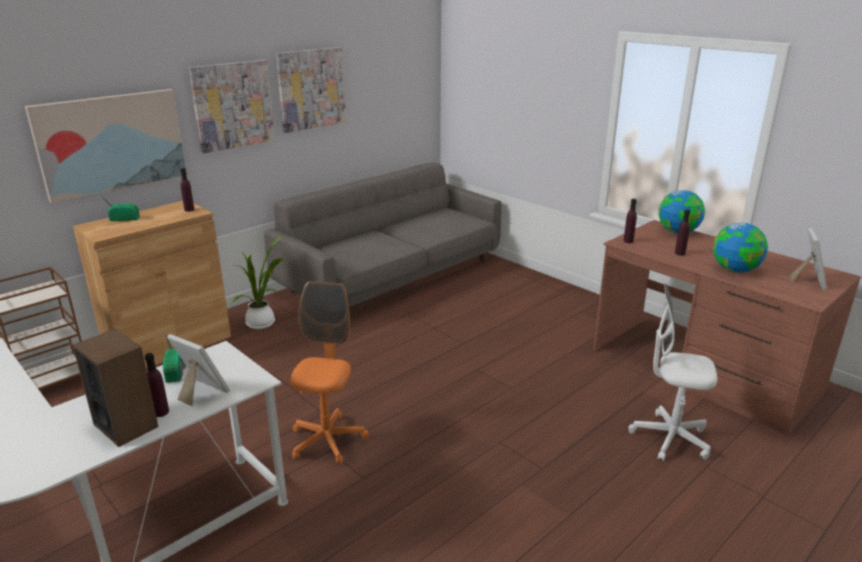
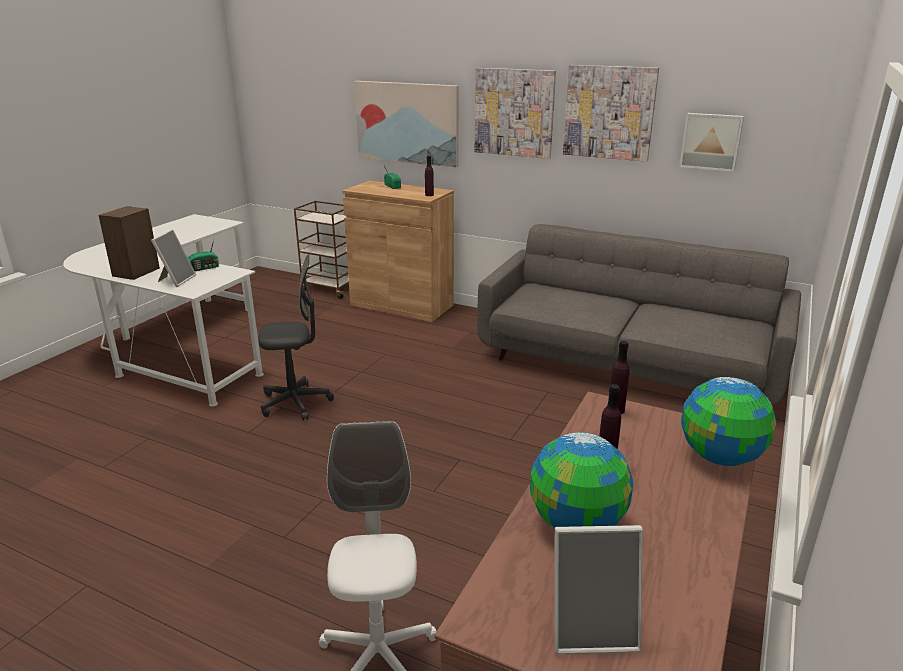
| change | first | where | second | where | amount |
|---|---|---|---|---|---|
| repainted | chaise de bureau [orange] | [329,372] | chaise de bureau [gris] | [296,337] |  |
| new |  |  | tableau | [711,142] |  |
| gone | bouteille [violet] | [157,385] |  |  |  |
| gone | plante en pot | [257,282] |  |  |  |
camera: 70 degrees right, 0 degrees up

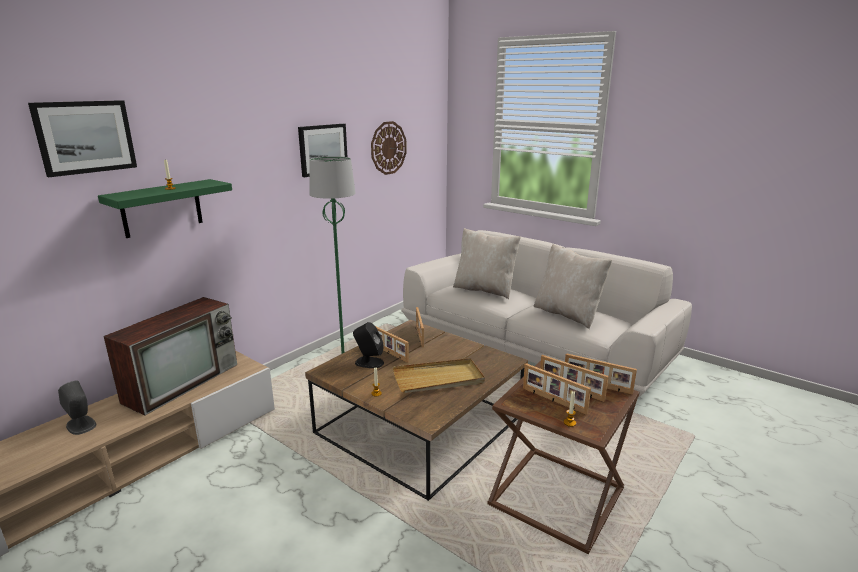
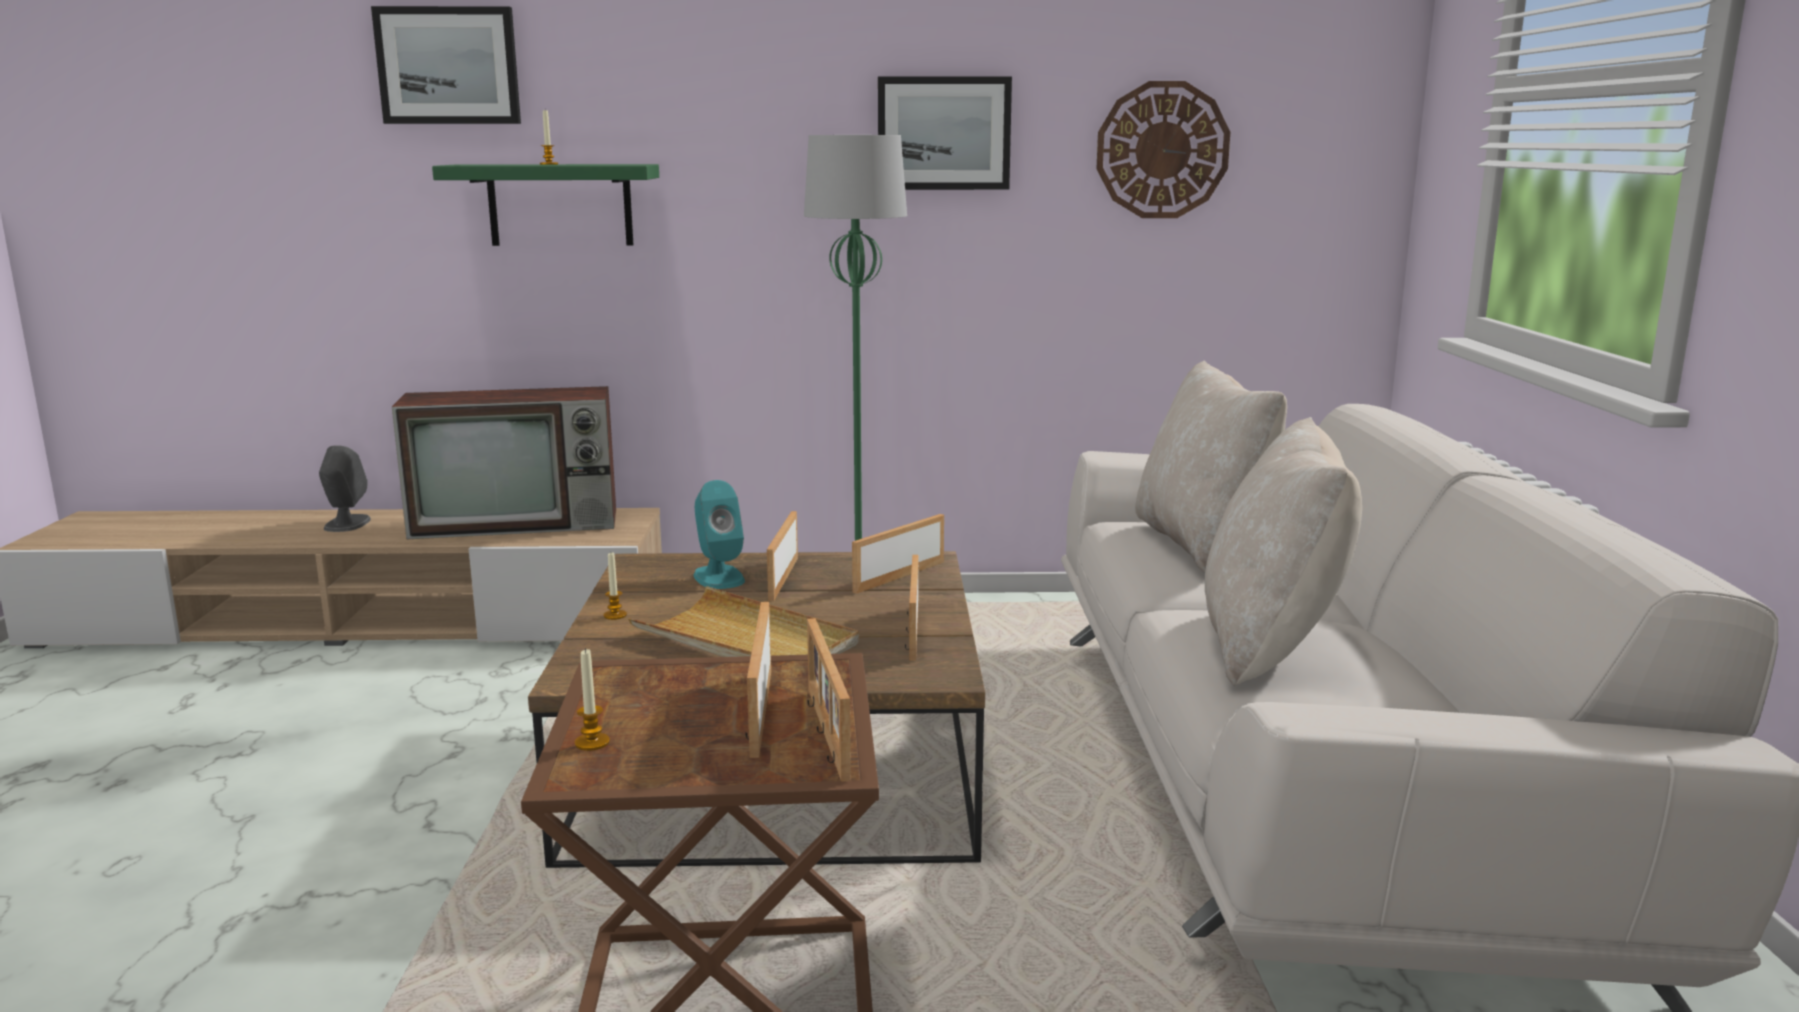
| change | first | where | second | where | amount |
|---|---|---|---|---|---|
| repainted | enceinte [noir] | [368,345] | enceinte [turquoise] | [719,534] |  |
| shifted | cadre photo | [557,389] |  | [912,608] |  |
camera: 50 degrees right, 5 degrees down

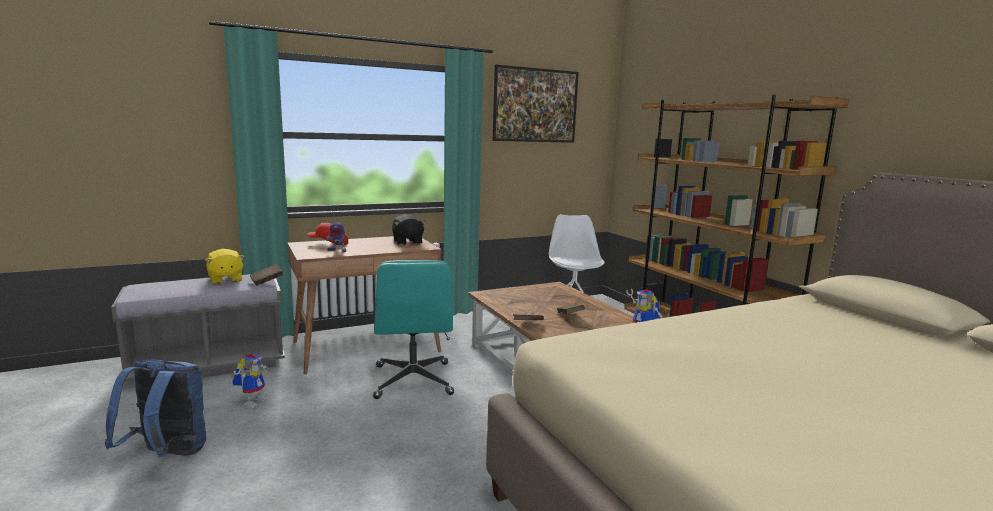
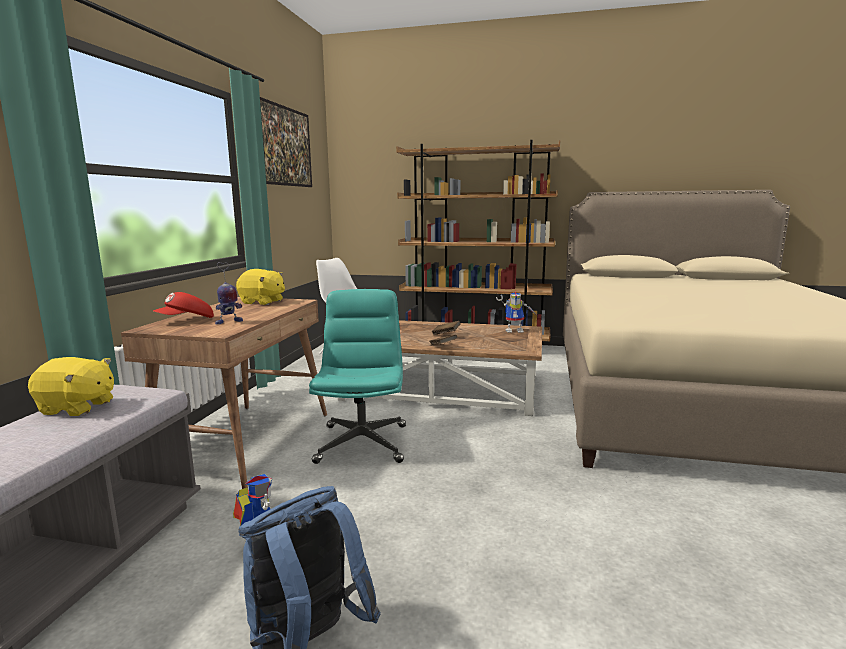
| change | first | where | second | where | amount |
|---|---|---|---|---|---|
| repainted | peluche [noir] | [409,229] | peluche [jaune] | [260,287] |  |
| rotated | chaise de bureau [turquoise] | [413,329] |  | [357,376] | 120 degrees counterclockwise |
| gone | livre [marron] | [267,275] |  |  |  |
camera: 50 degrees left, 0 degrees up

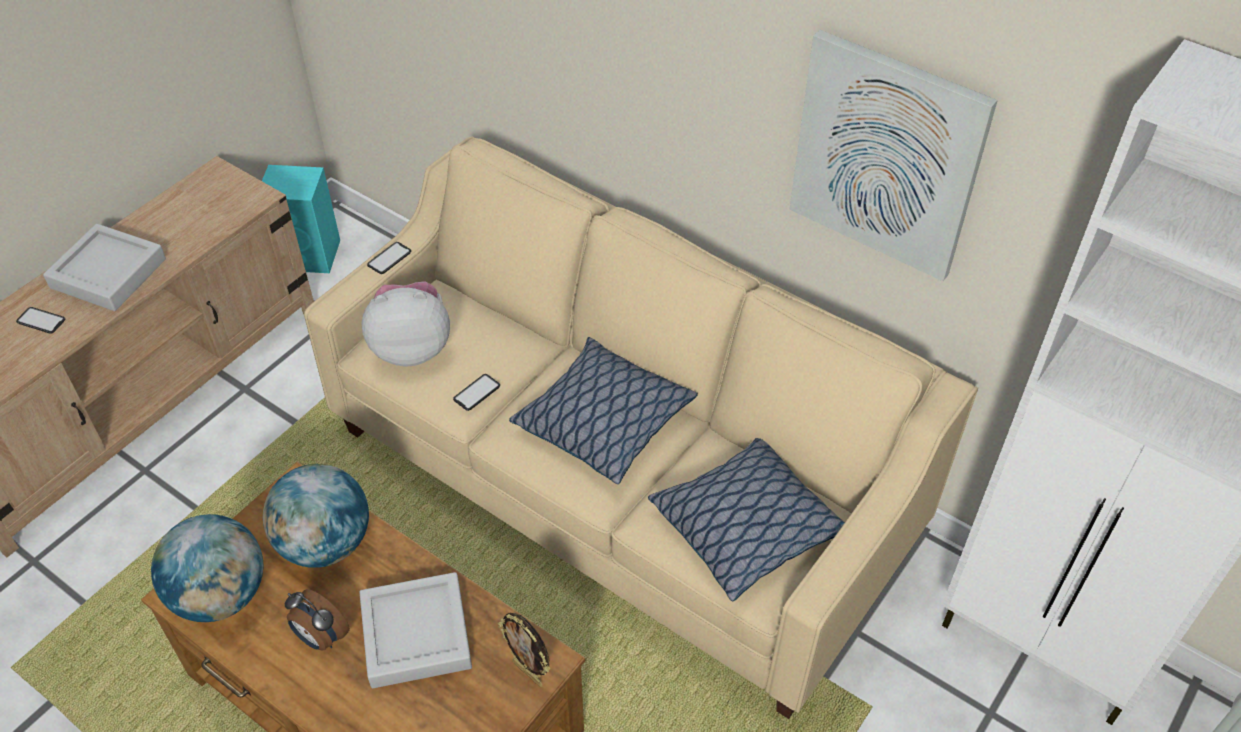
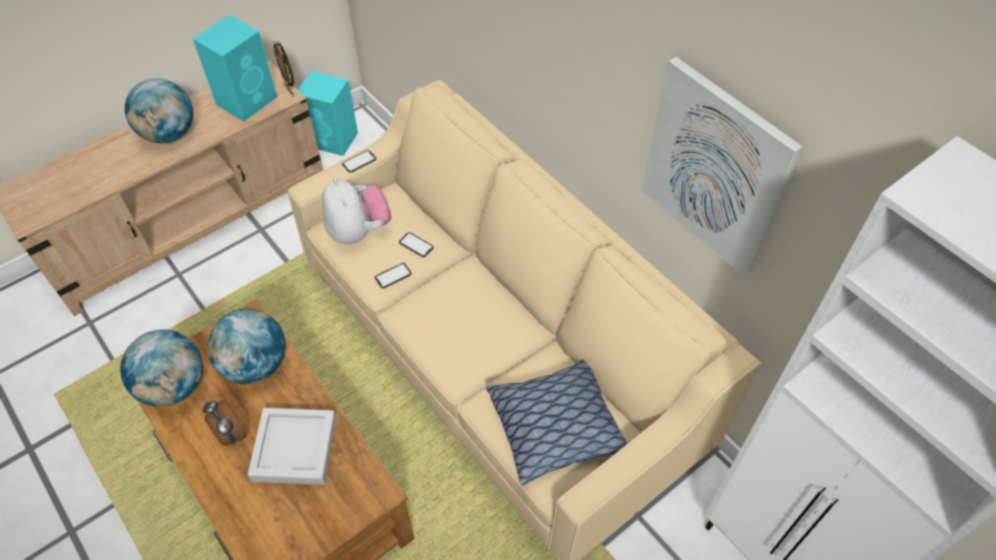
| change | first | where | second | where | amount |
|---|---|---|---|---|---|
| swapped | plateau [gris] | [104,267] | globe | [159,110] |  |
| new |  |  | enceinte [turquoise] | [235,68] |  |
| shifted | cadre photo | [524,650] |  | [283,68] |  |
| rotated | peluche | [405,323] |  | [357,211] | 60 degrees clockwise |
| shifted | téléphone | [40,320] |  | [416,244] |  |
| gone | coussin | [603,410] |  |  |  |
camera: 15 degrees right, 5 degrees up

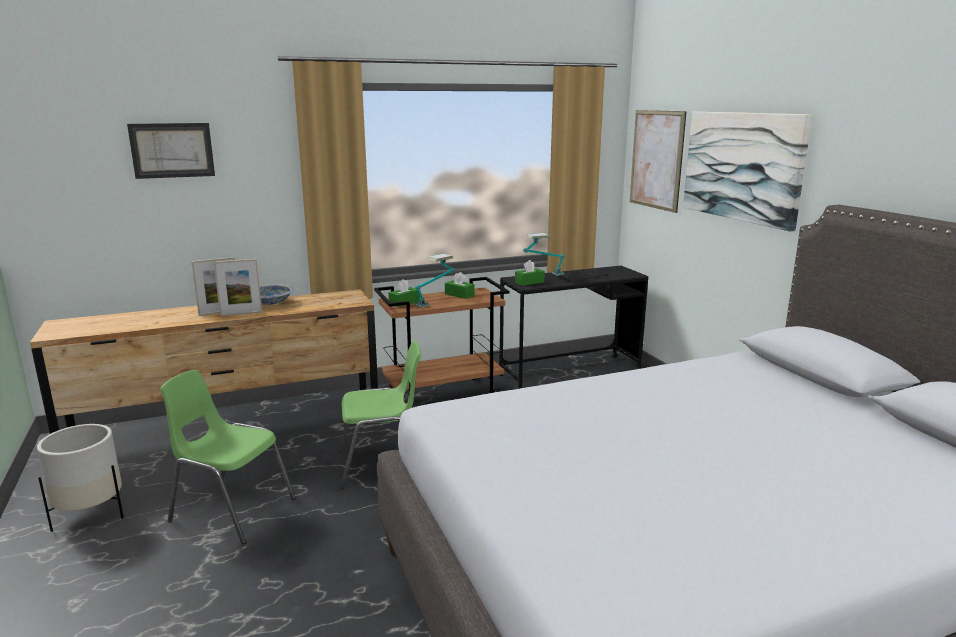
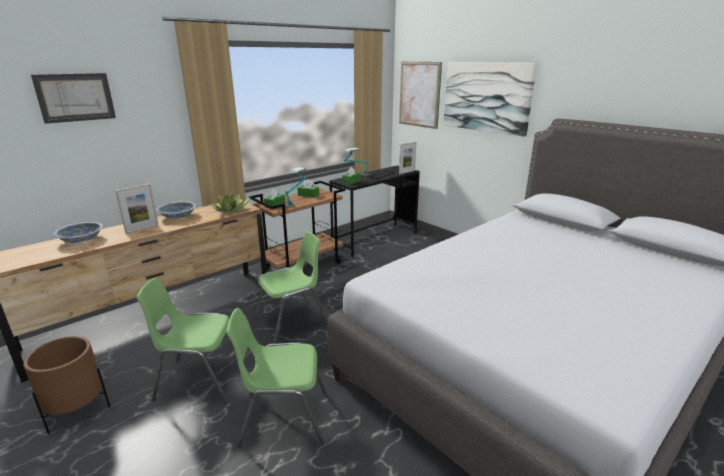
| change | first | where | second | where | amount |
|---|---|---|---|---|---|
| repainted | cache-pot [blanc] | [80,478] | cache-pot [marron] | [67,385] |  |
| new |  |  | bol | [78,232] |  |
| new |  |  | plante en pot | [230,203] |  |
| new |  |  | chaise [vert] | [276,377] |  |
| shifted | cadre photo | [238,288] |  | [407,158] |  |
camera: 20 degrees left, 5 degrees up

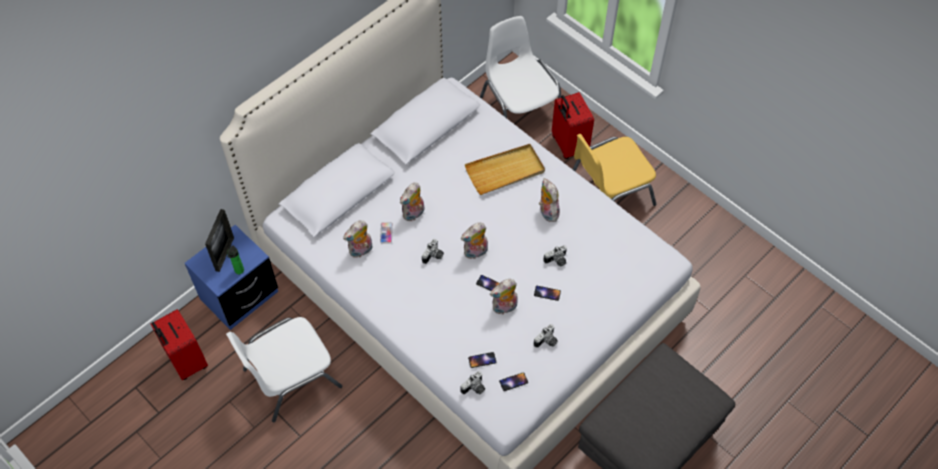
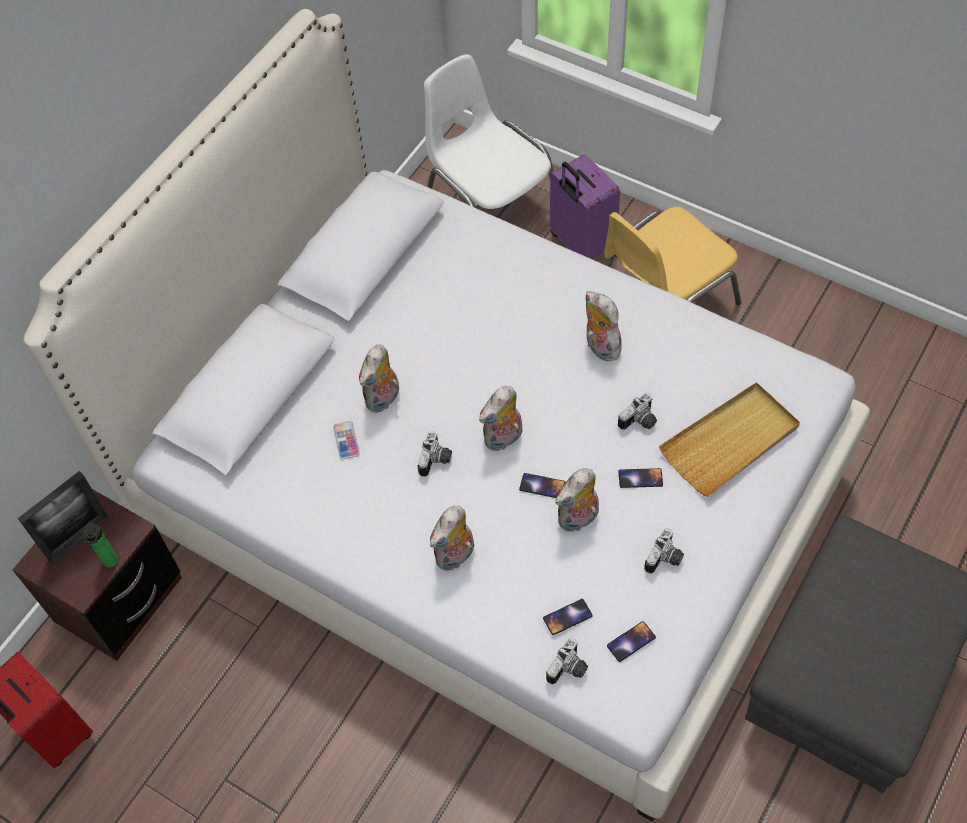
| change | first | where | second | where | amount |
|---|---|---|---|---|---|
| repainted | table de chevet [bleu] | [231,277] | table de chevet [marron] | [97,575] |  |
| rotated | cadre photo | [219,240] |  | [64,517] | 45 degrees clockwise |
| shifted | peluche | [357,239] |  | [452,538] |  |
| repainted | valise [rouge] | [573,125] | valise [violet] | [585,206] |  |
| shifted | plateau [beige] | [505,169] |  | [729,439] |  |
| gone | chaise [blanc] | [284,370] |  |  |  |
camera: 10 degrees left, 0 degrees up

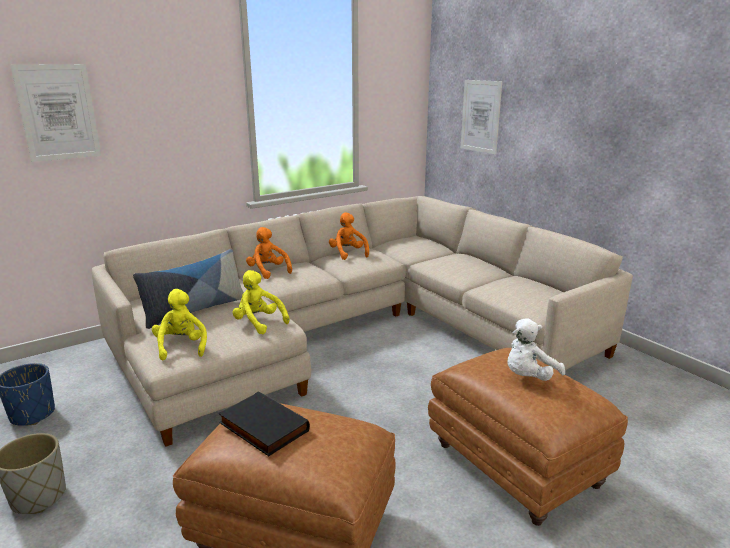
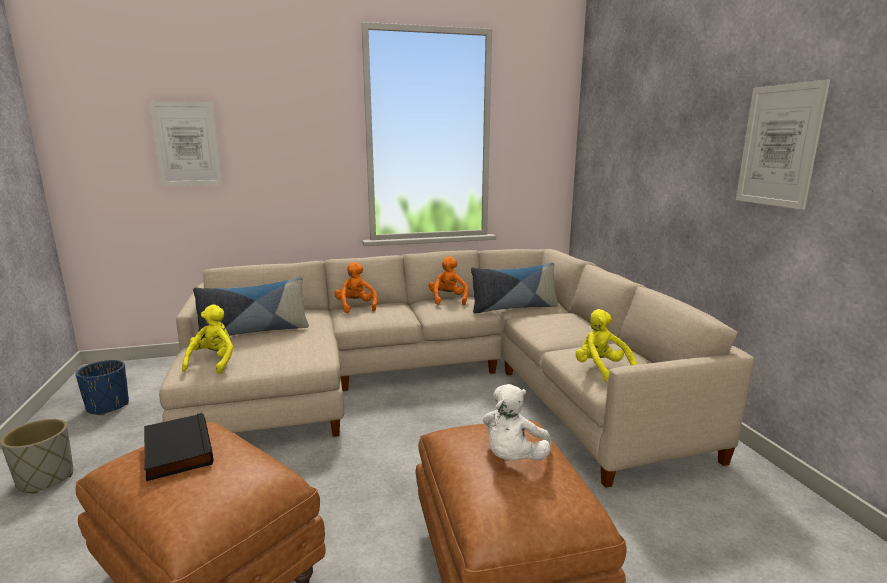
| change | first | where | second | where | amount |
|---|---|---|---|---|---|
| new |  |  | coussin | [515,287] |  |
| rotated | peluche [blanc] | [536,350] |  | [517,422] | 45 degrees counterclockwise |
| shifted | peluche [jaune] | [261,302] |  | [606,345] |  |
| shifted | tableau | [481,117] |  | [783,145] |  |
camera: 20 degrees right, 5 degrees down

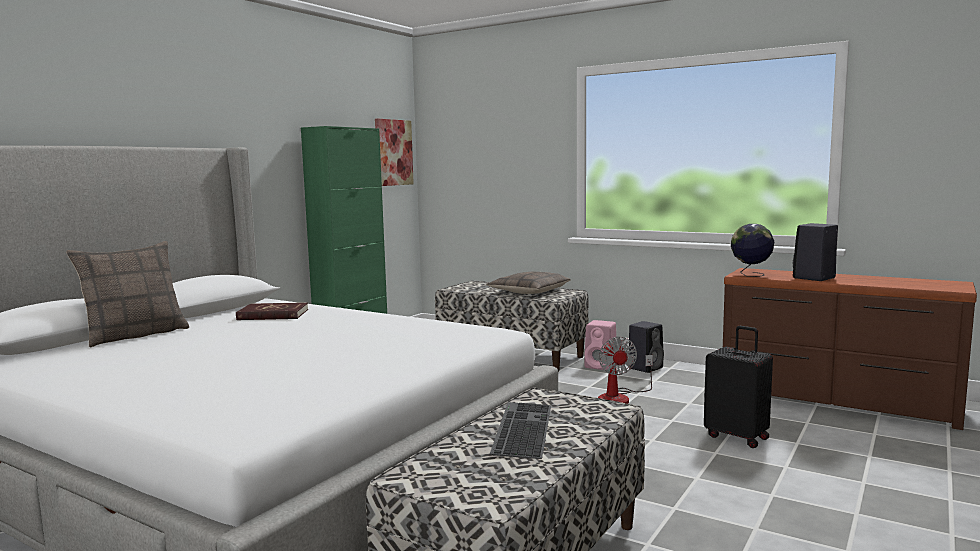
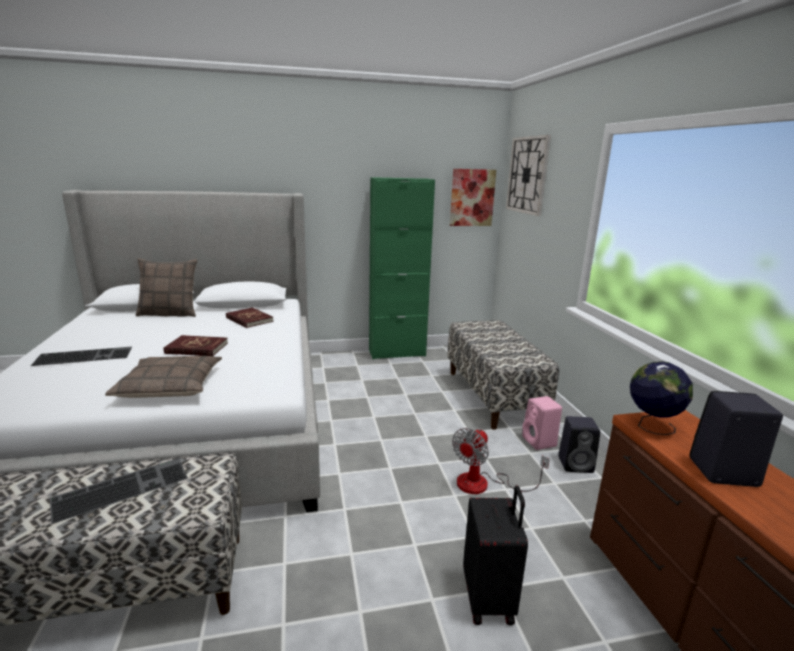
| change | first | where | second | where | amount |
|---|---|---|---|---|---|
| new |  |  | clavier | [81,356] |  |
| shifted | coussin | [528,283] |  | [163,377] |  |
| new |  |  | livre [rouge] | [196,345] |  |
| new |  |  | horloge murale | [528,175] |  |
camera: 45 degrees right, 10 degrees up

